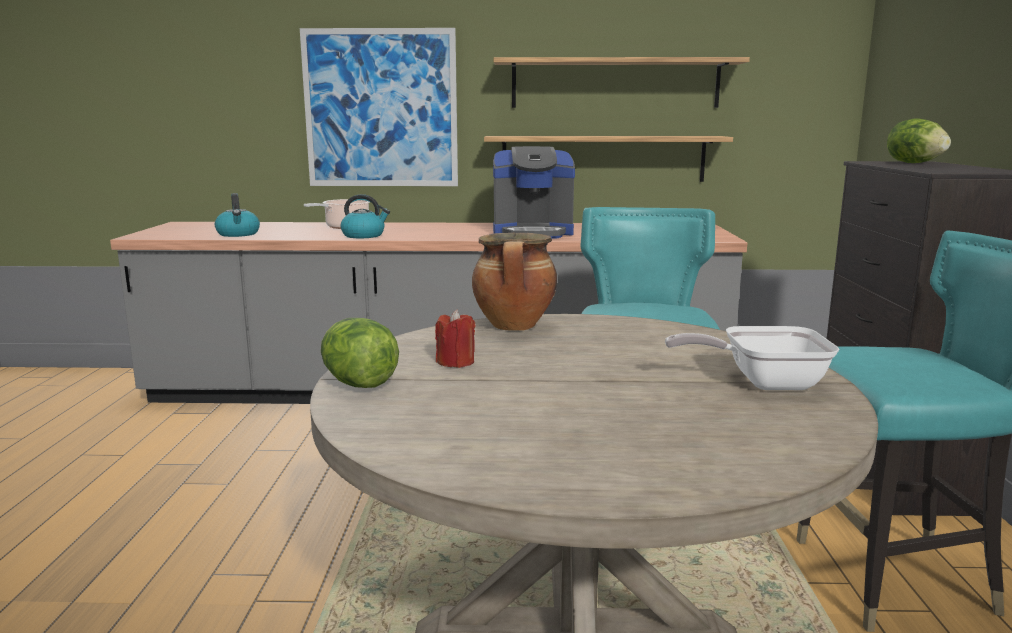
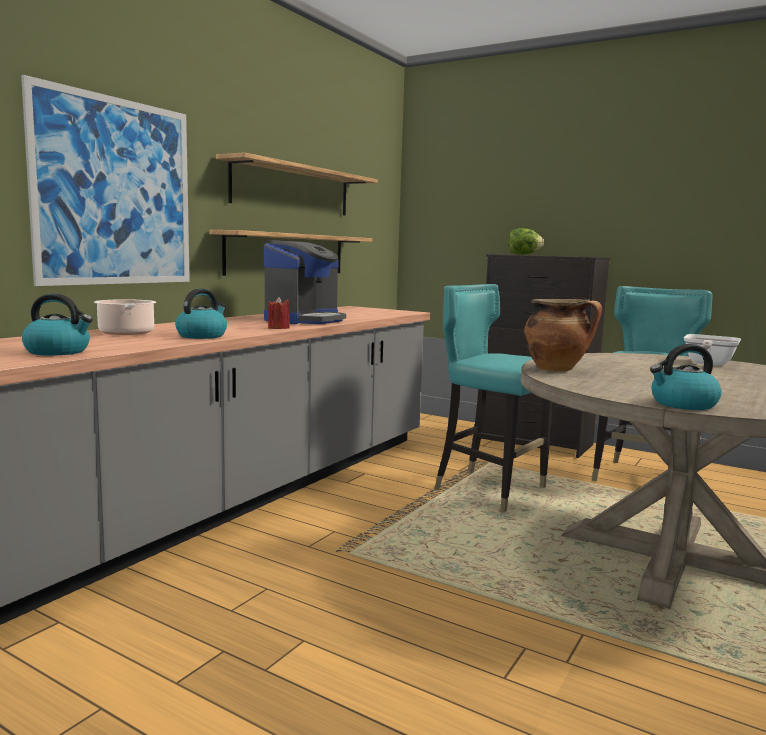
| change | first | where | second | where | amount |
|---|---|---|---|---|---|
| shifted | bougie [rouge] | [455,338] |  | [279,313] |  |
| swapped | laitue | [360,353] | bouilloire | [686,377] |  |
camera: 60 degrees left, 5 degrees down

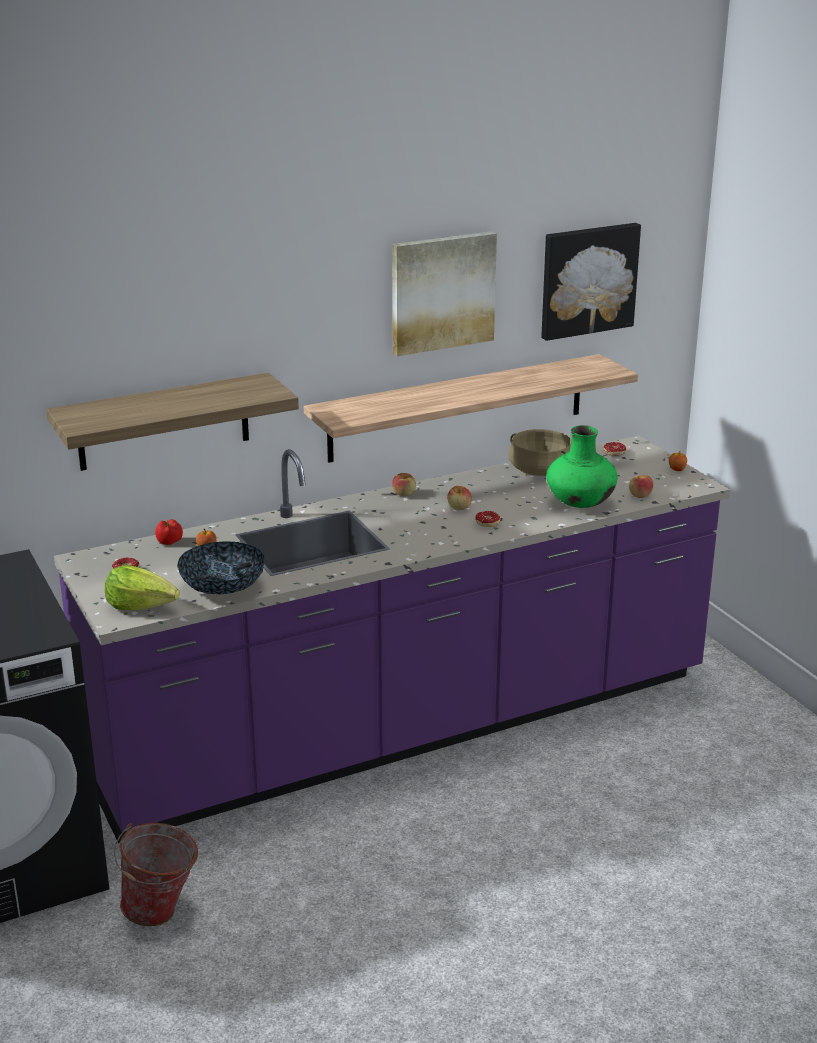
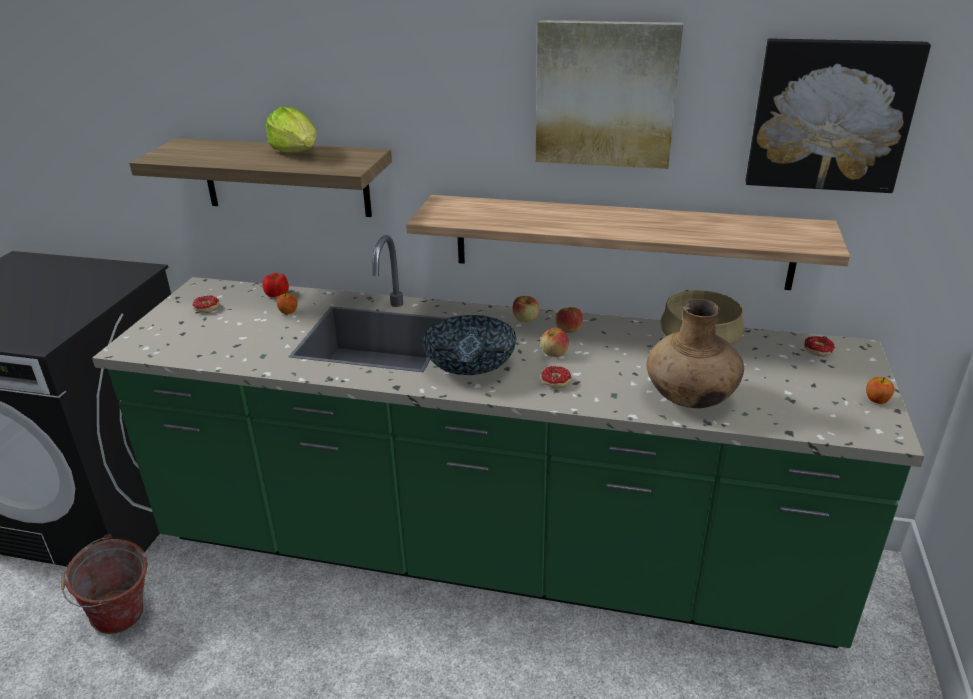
| change | first | where | second | where | amount |
|---|---|---|---|---|---|
| repainted | comptoir de cuisine [violet] | [392,639] | comptoir de cuisine [vert] | [508,441] |  |
| shifted | laitue | [142,587] |  | [291,130] |  |
| shifted | bol | [220,567] |  | [469,345] |  |
| shifted | pomme | [641,486] |  | [569,320] |  |
| repainted | vase [vert] | [582,466] | vase [marron] | [695,353] |  |
camera: 40 degrees right, 5 degrees up

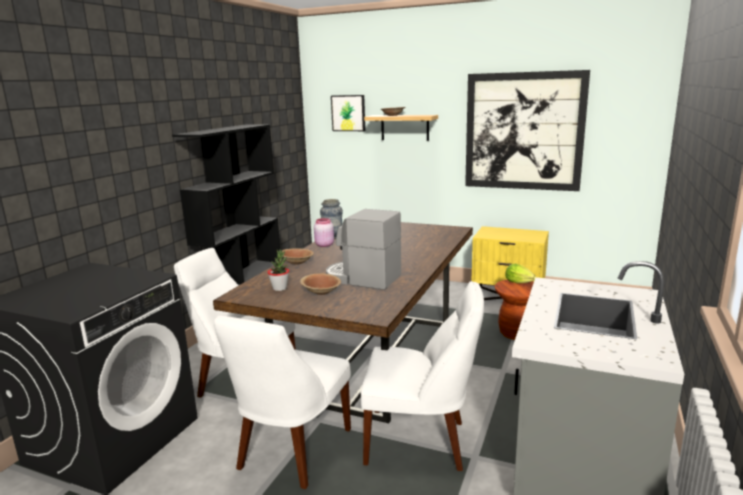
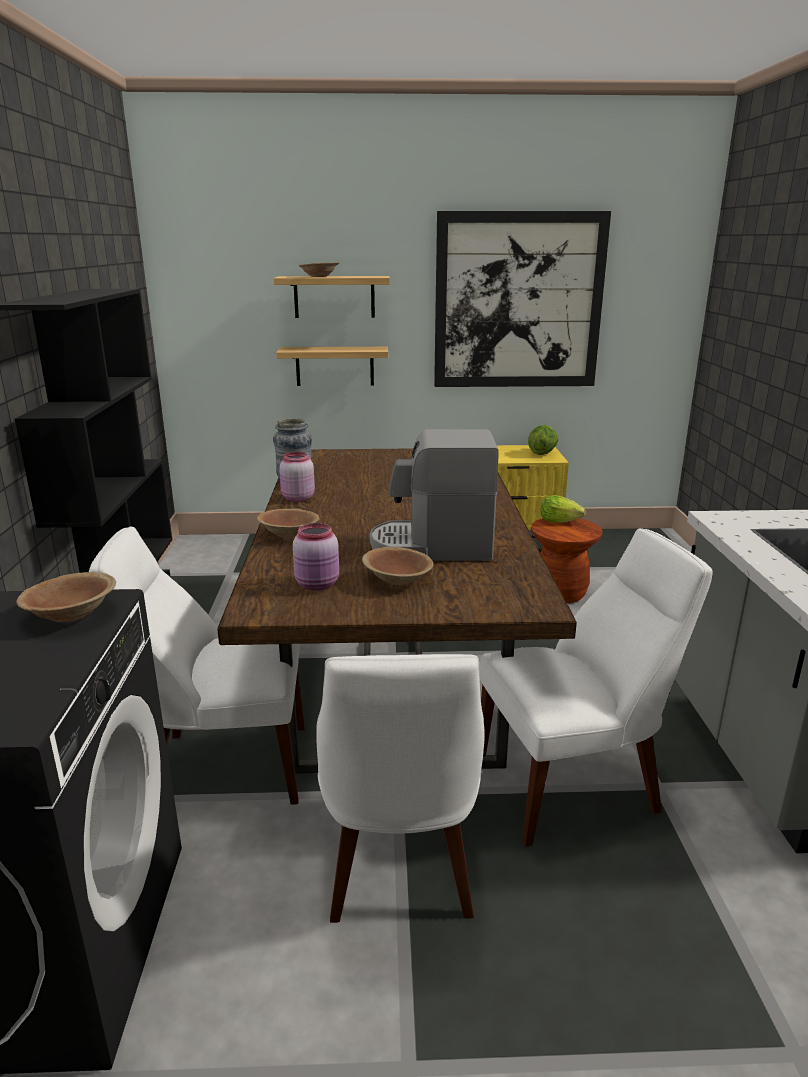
| change | first | where | second | where | amount |
|---|---|---|---|---|---|
| new |  |  | bol [marron] | [66,597] |  |
| new |  |  | étagère | [332,366] |  |
| swapped | plante en pot | [278,270] | bocal [rose] | [316,556] |  |
| new |  |  | laitue | [543,440] |  |
| gone | tableau | [348,113] |  |  |  |
camera: 25 degrees left, 5 degrees up

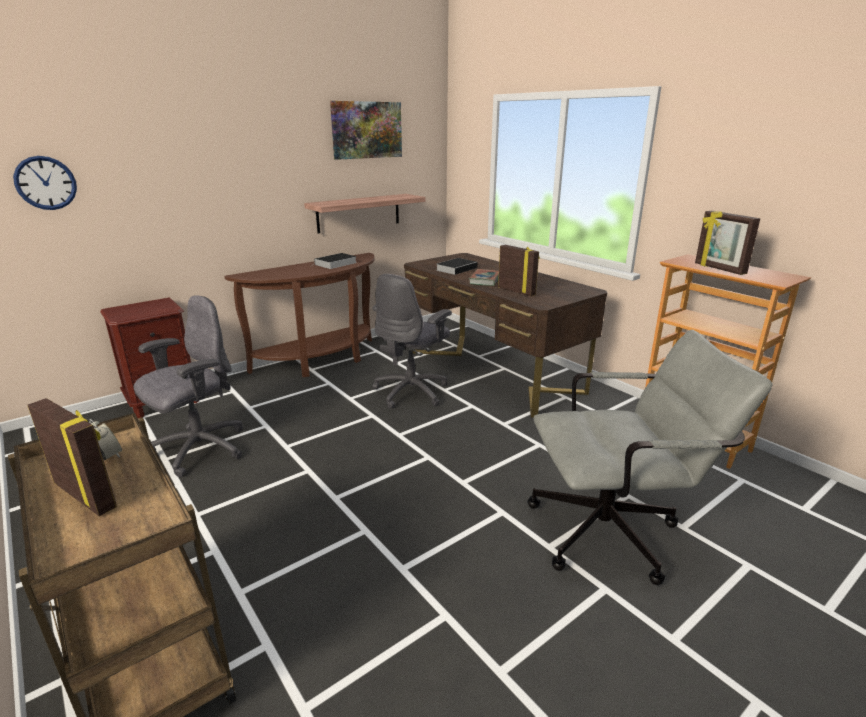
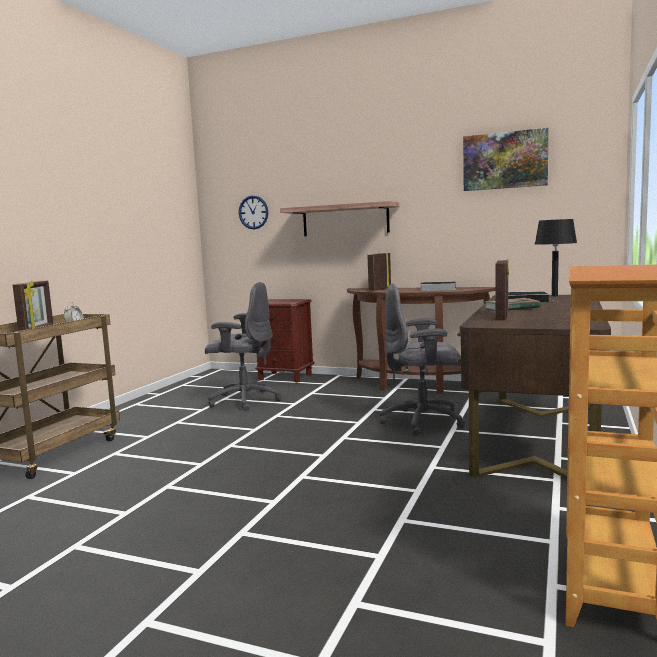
| change | first | where | second | where | amount |
|---|---|---|---|---|---|
| shifted | étagère | [364,214] |  | [340,218] |  |
| shifted | cadre photo | [727,243] |  | [379,271] |  |
| new |  |  | lampe de table [noir] | [556,257] |  |
| gone | chaise de bureau [gris] | [650,457] |  |  |  |
camera: 60 degrees right, 15 degrees down

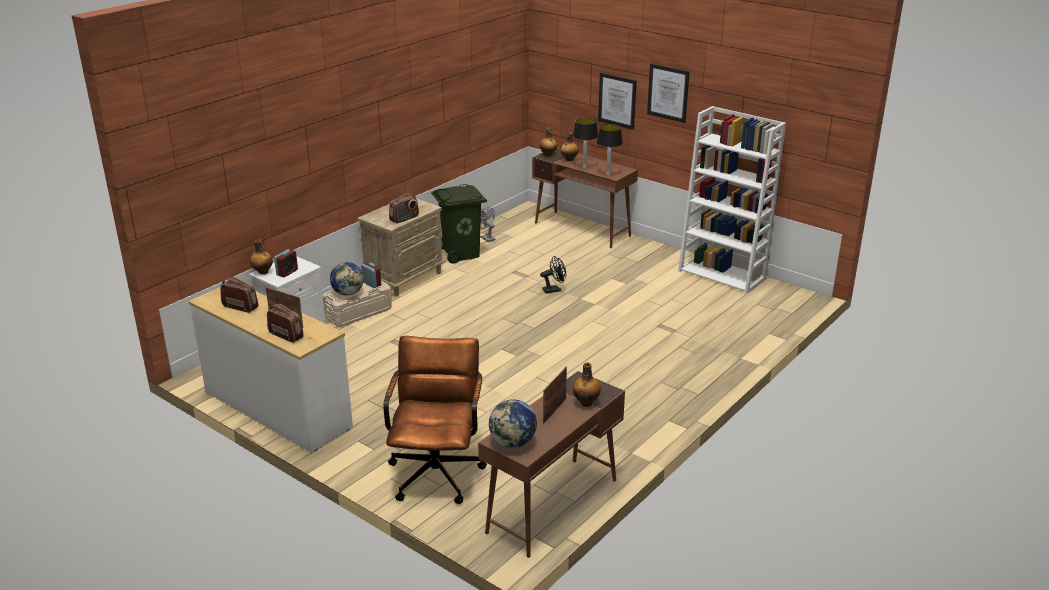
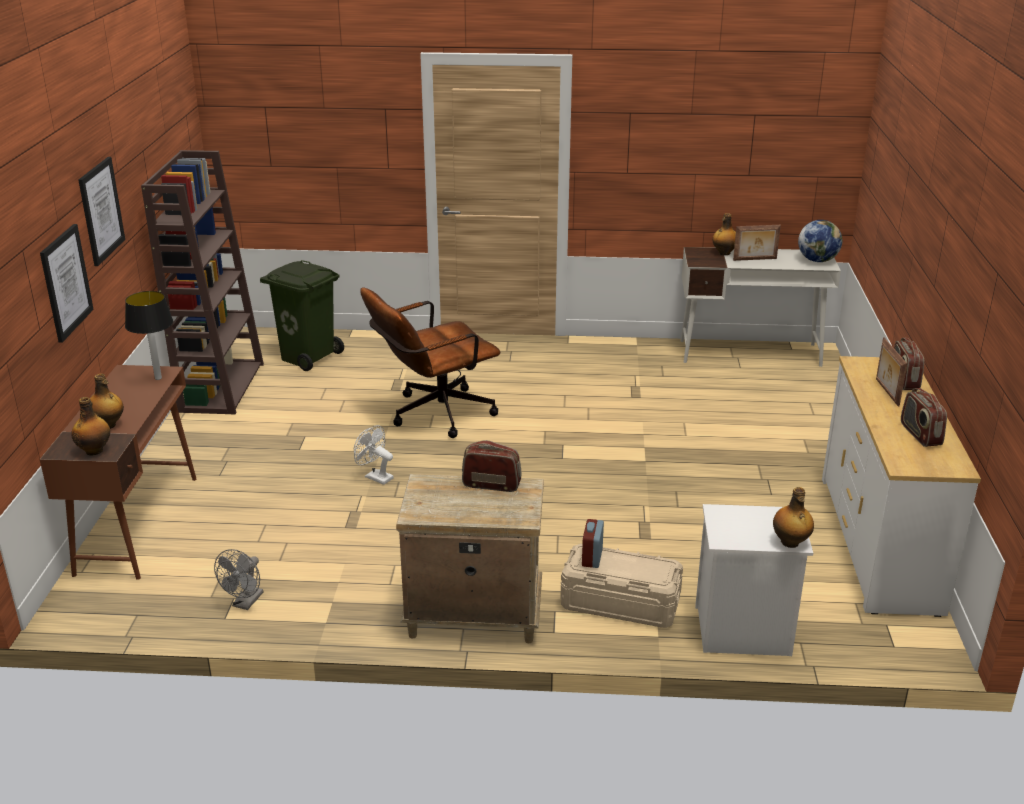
| change | first | where | second | where | amount |
|---|---|---|---|---|---|
| repainted | bibliothèque [blanc] | [732,200] | bibliothèque [marron] | [202,282] |  |
| shifted | poubelle [vert] | [459,224] |  | [302,315] |  |
| repainted | ventilateur [noir] | [553,274] | ventilateur [blanc] | [374,455] |  |
| shifted | chaise de bureau [marron] | [435,420] |  | [430,363] |  |
| repainted | bureau [marron] | [551,464] | bureau [blanc] | [760,307] |  |
| gone | réveil | [286,263] |  |  |  |
| gone | globe | [347,279] |  |  |  |
| gone | lampe de table | [585,143] |  |  |  |
camera: 125 degrees left, 0 degrees up

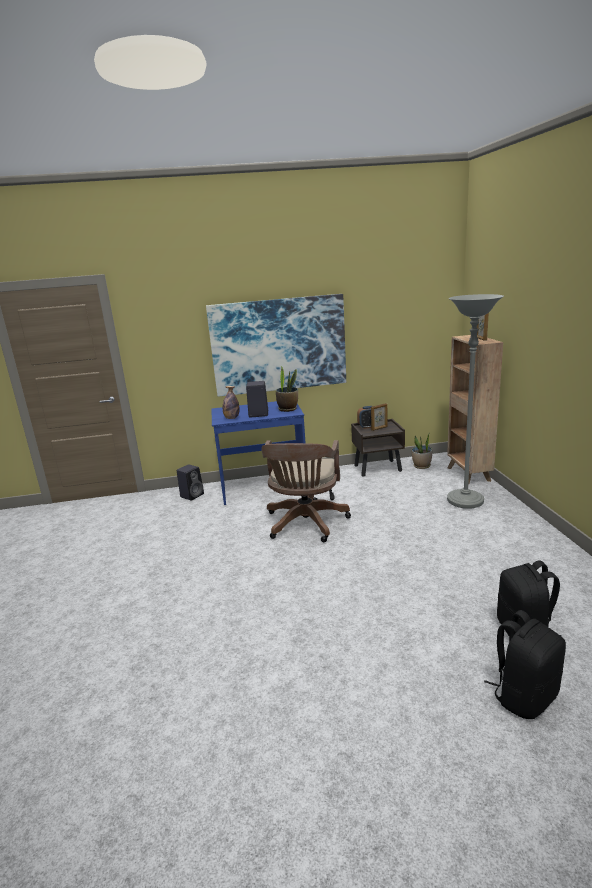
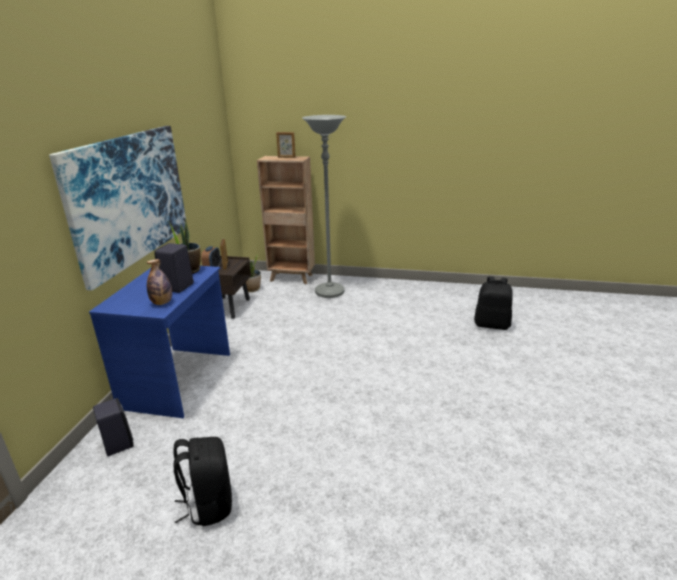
| change | first | where | second | where | amount |
|---|---|---|---|---|---|
| shifted | sac à dos [noir] | [525,664] |  | [202,481] |  |
| gone | chaise de bureau [marron] | [306,491] |  |  |  |
camera: 70 degrees left, 5 degrees up

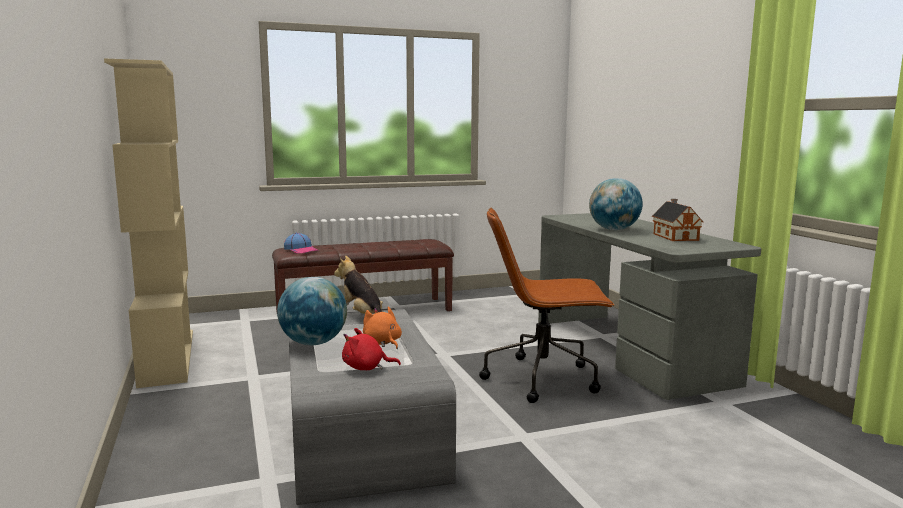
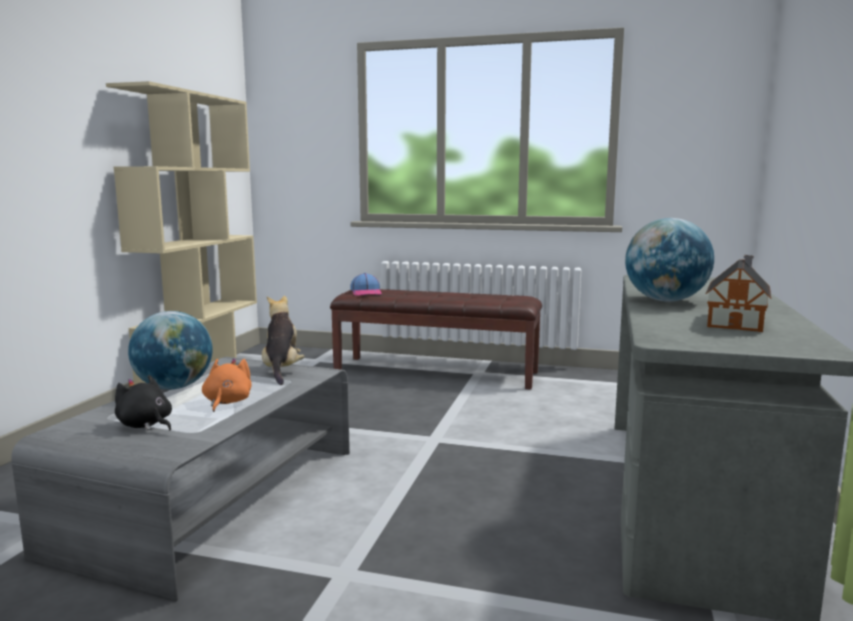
| change | first | where | second | where | amount |
|---|---|---|---|---|---|
| repainted | peluche [rouge] | [371,349] | peluche [noir] | [143,402] |  |
| gone | chaise de bureau [marron] | [547,305] |  |  |  |
camera: 35 degrees right, 0 degrees up

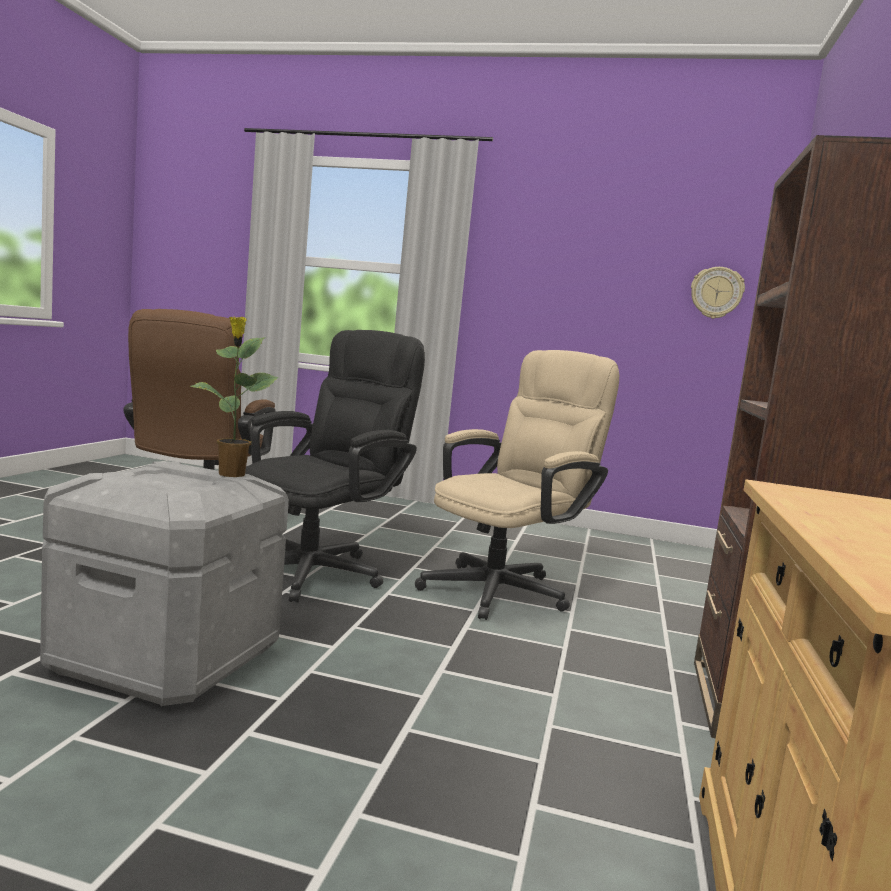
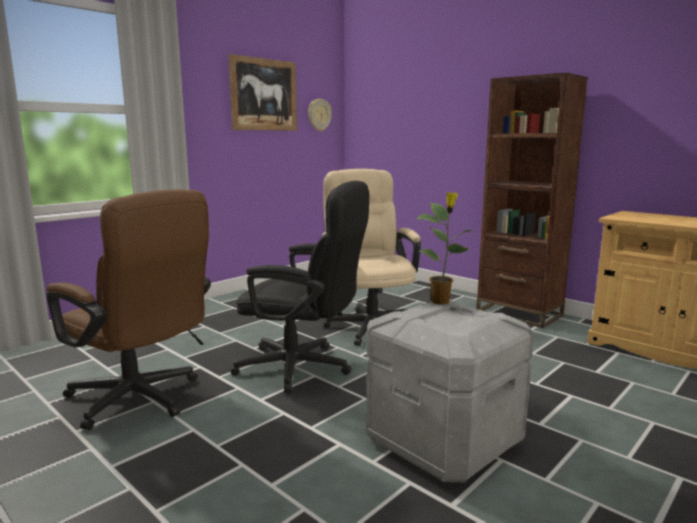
| change | first | where | second | where | amount |
|---|---|---|---|---|---|
| new |  |  | tableau | [262,92] |  |
| rotated | chaise de bureau [noir] | [335,466] |  | [299,287] | 135 degrees clockwise |
camera: 60 degrees left, 5 degrees up

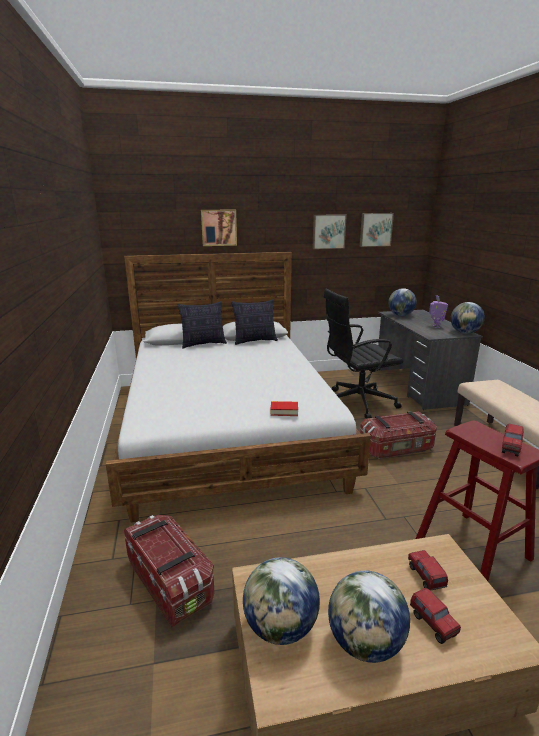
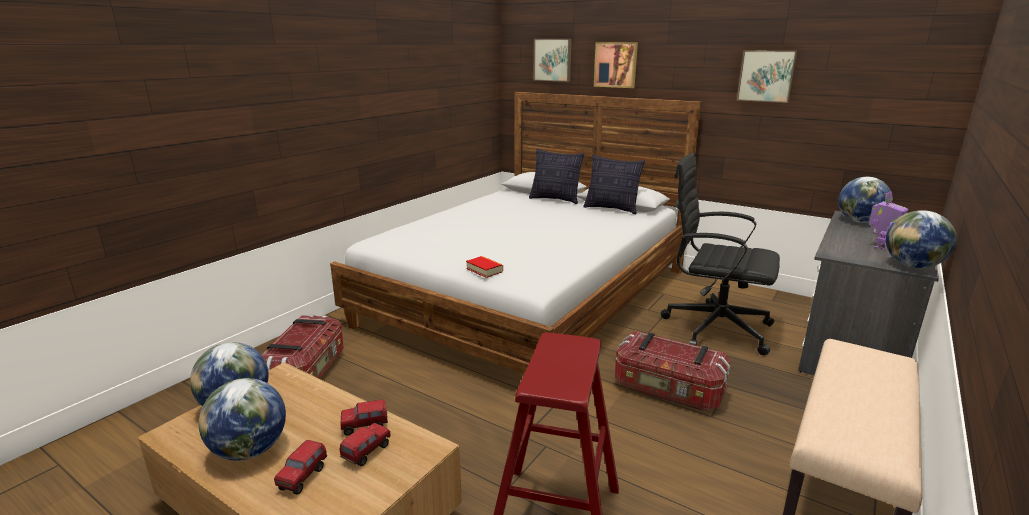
| change | first | where | second | where | amount |
|---|---|---|---|---|---|
| shifted | camion jouet | [513,439] |  | [364,417] |  |
| shifted | tableau | [377,230] |  | [552,60] |  |
camera: 45 degrees right, 0 degrees up

